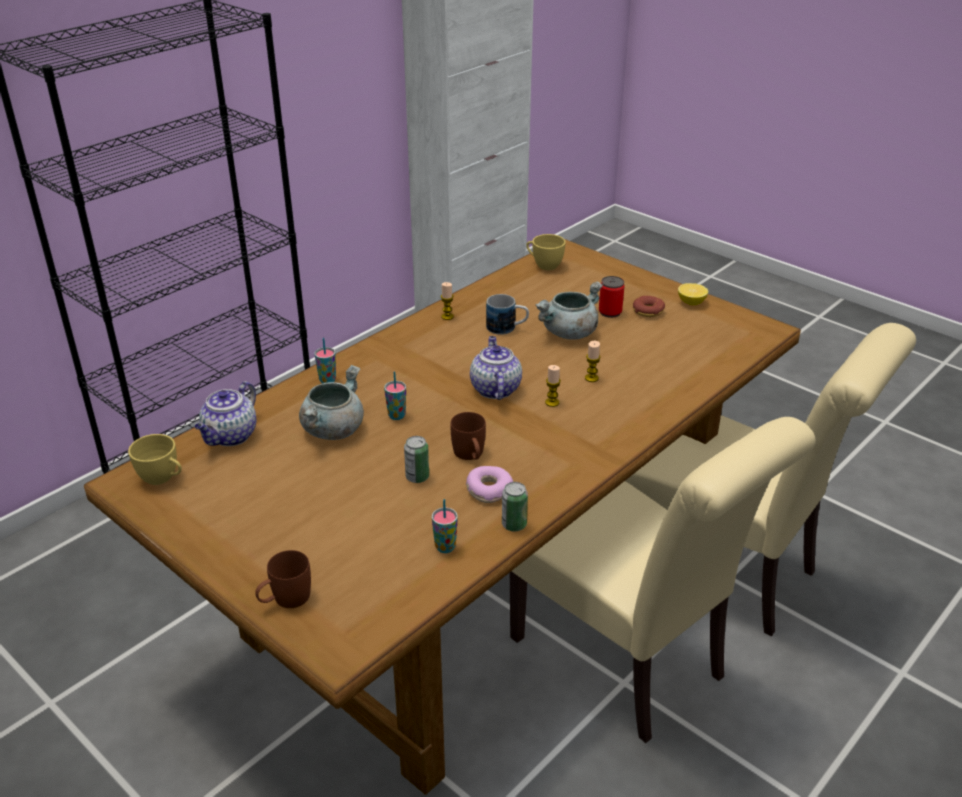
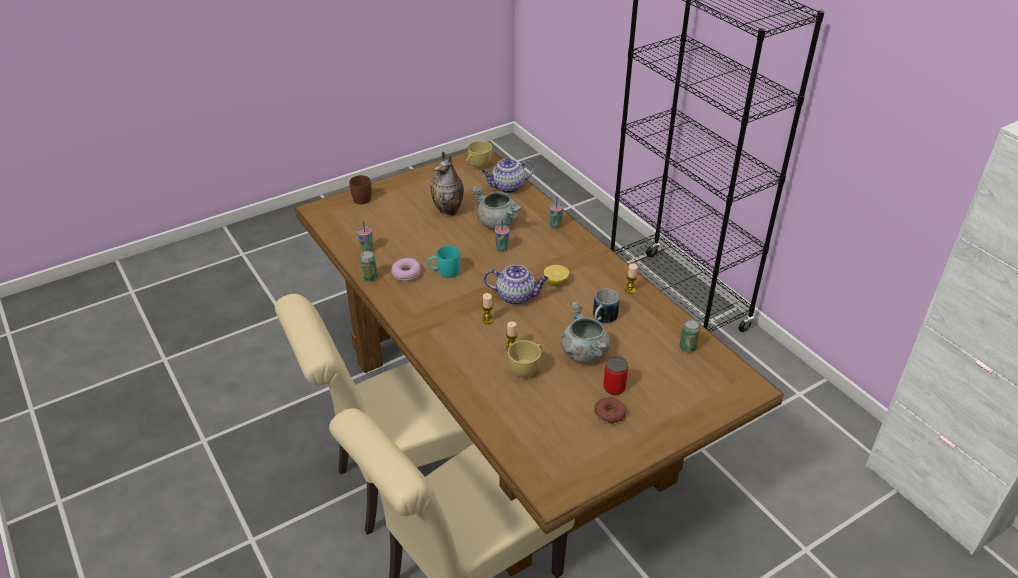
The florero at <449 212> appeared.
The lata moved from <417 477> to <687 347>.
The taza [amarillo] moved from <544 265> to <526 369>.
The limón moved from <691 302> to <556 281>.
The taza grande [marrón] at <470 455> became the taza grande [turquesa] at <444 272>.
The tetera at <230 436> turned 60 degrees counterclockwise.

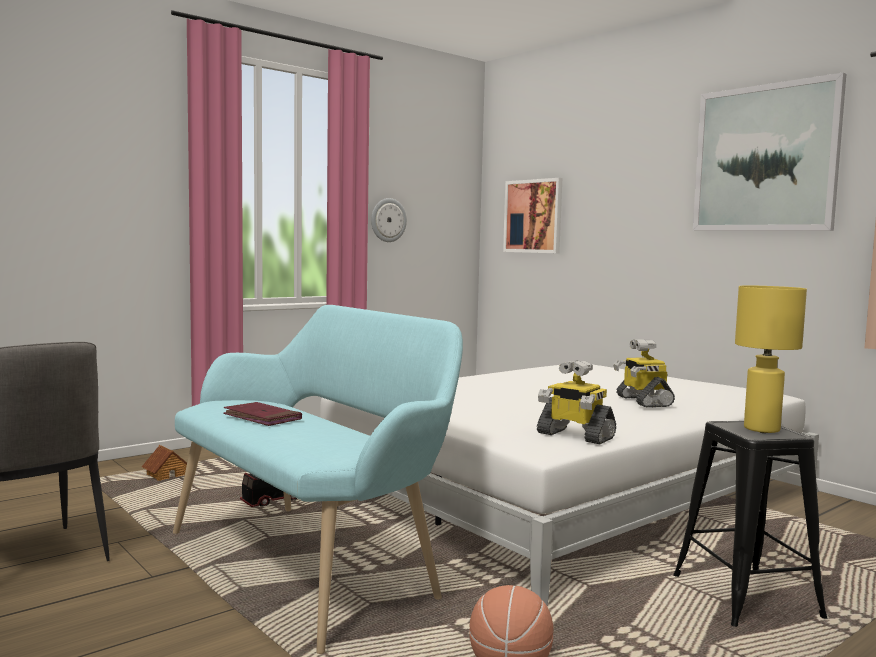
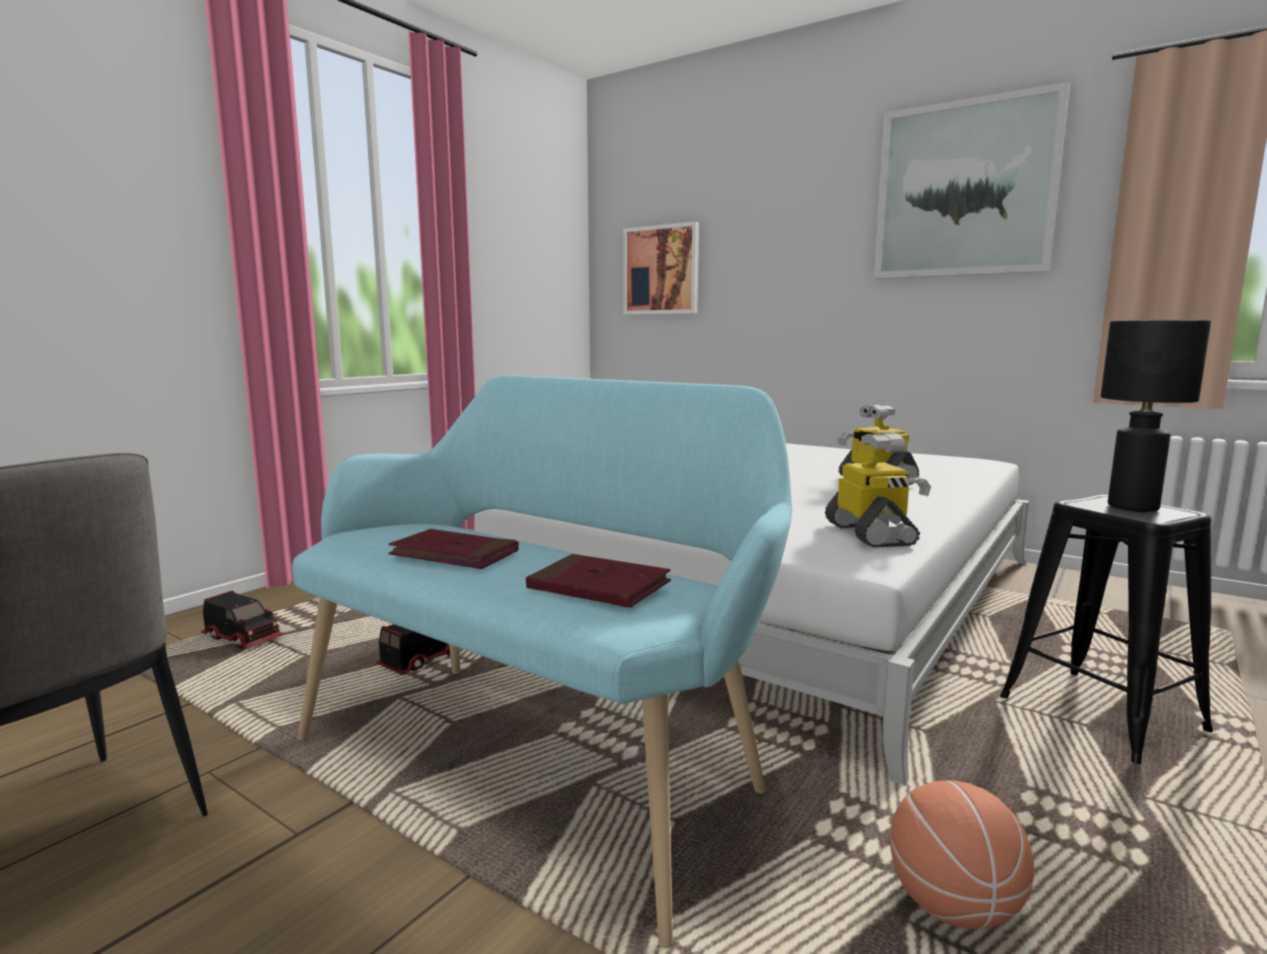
The reloj de pared at <388 220> disappeared.
The libro [rojo] at <598 587> appeared.
The casita at <166 475> was replaced by the camión de juguete at <244 638>.
The lámpara de mesa [amarillo] at <762 429> became the lámpara de mesa [negro] at <1133 507>.
The robot de juguete at <574 436> turned 120 degrees counterclockwise.

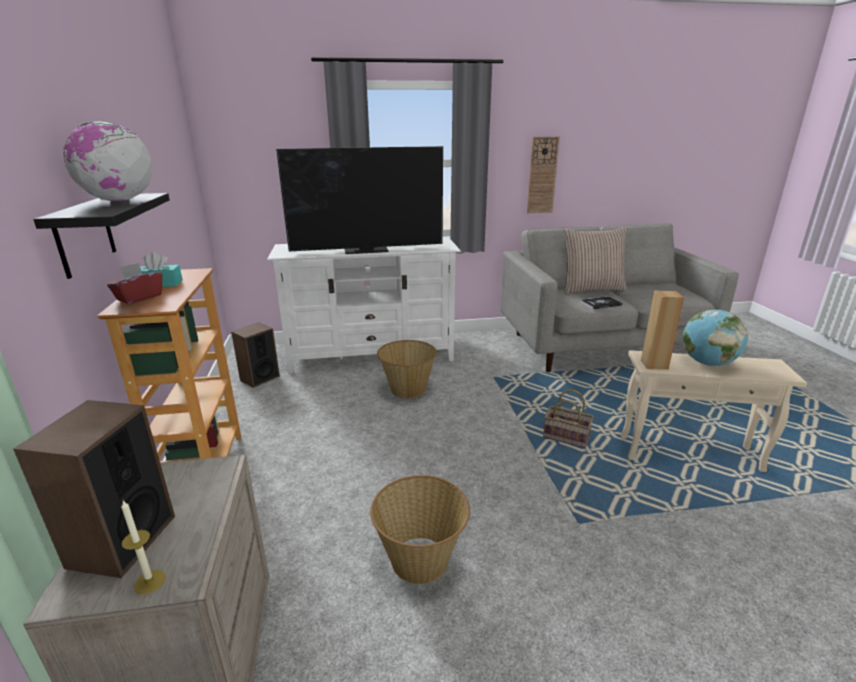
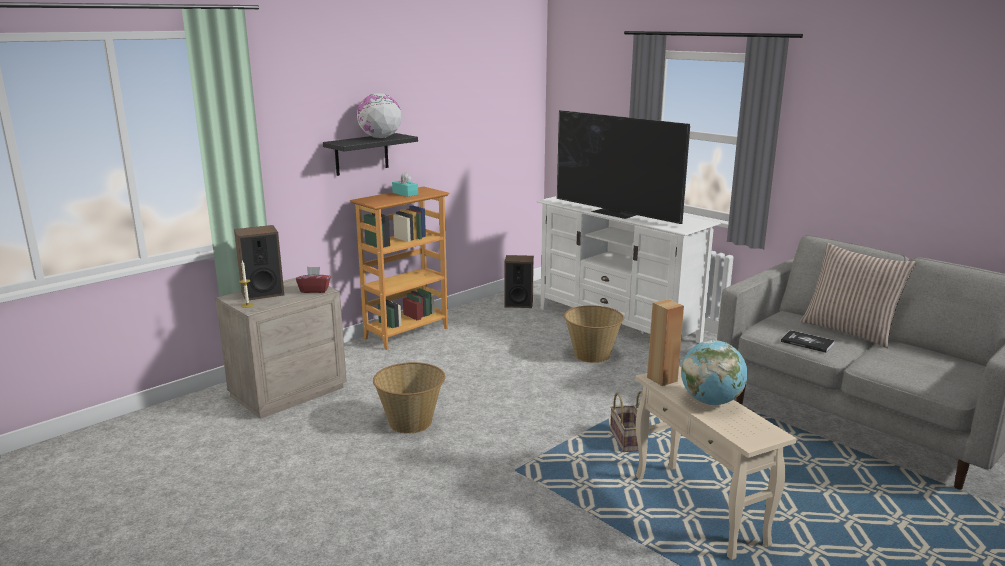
The reloj de pared at <542 175> disappeared.
The caja de pañuelos [rojo] moved from <139 297> to <314 290>.

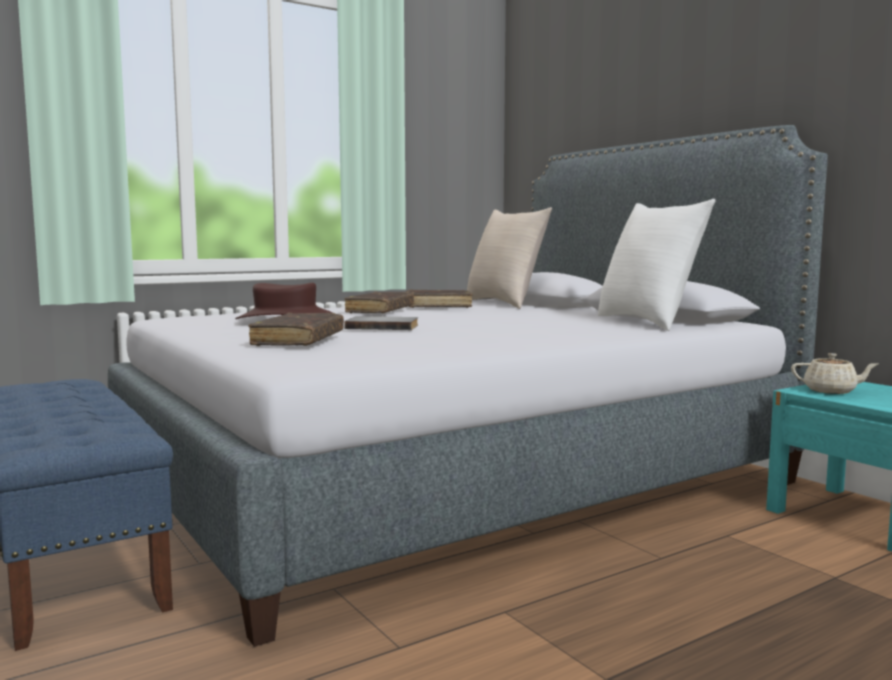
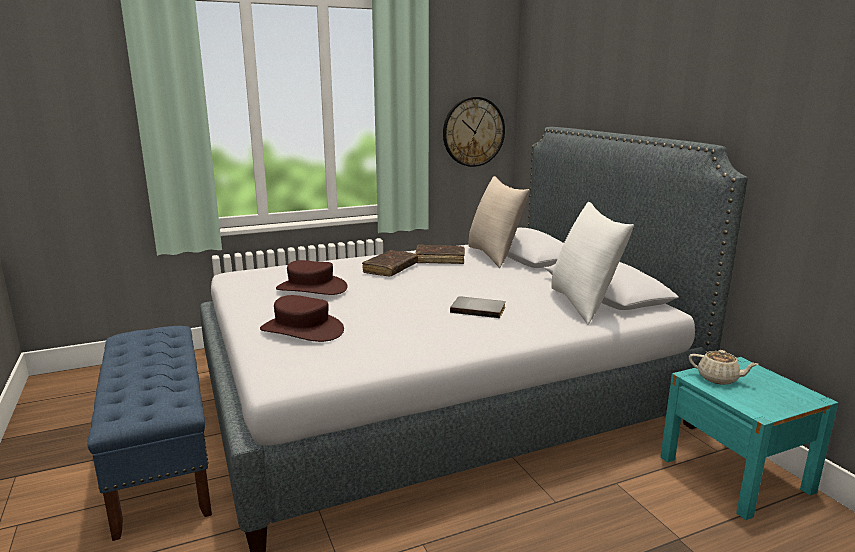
The reloj de pared at <473 132> appeared.
The libro [gris] moved from <383 326> to <478 309>.
The libro [marrón] at <298 340> was replaced by the sombrero [marrón] at <302 330>.

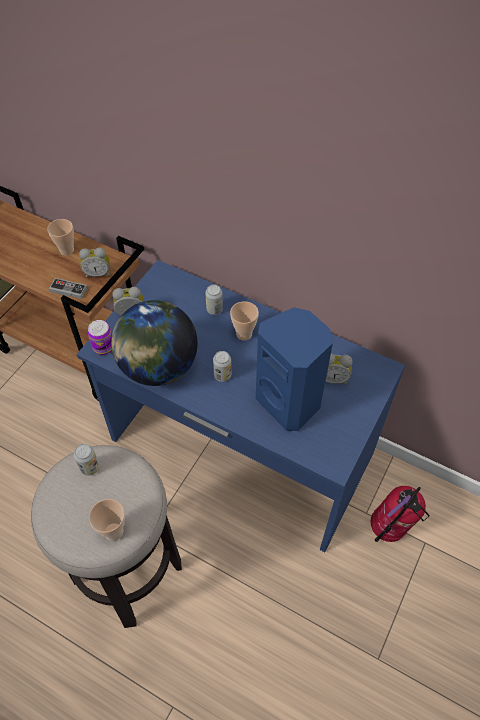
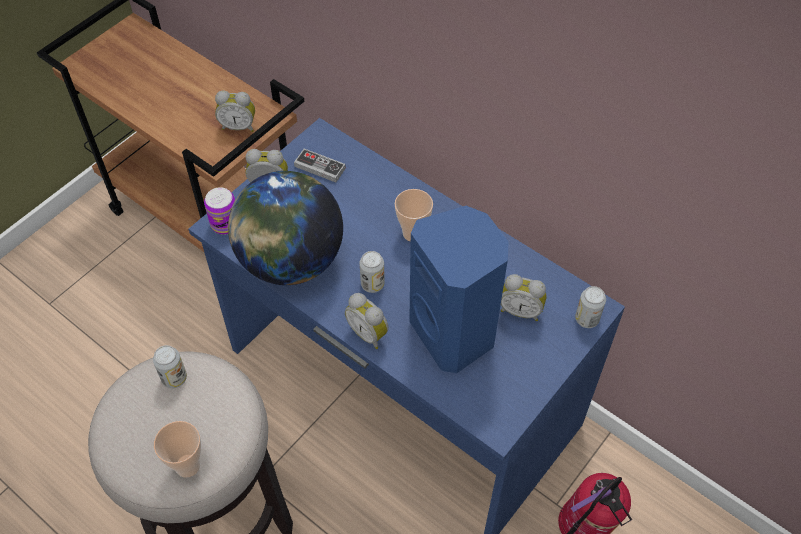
The taza at <67 250> disappeared.
The despertador at <369 333> appeared.
The mando de consola moved from <68 290> to <320 167>.
The lata moved from <214 309> to <587 319>.

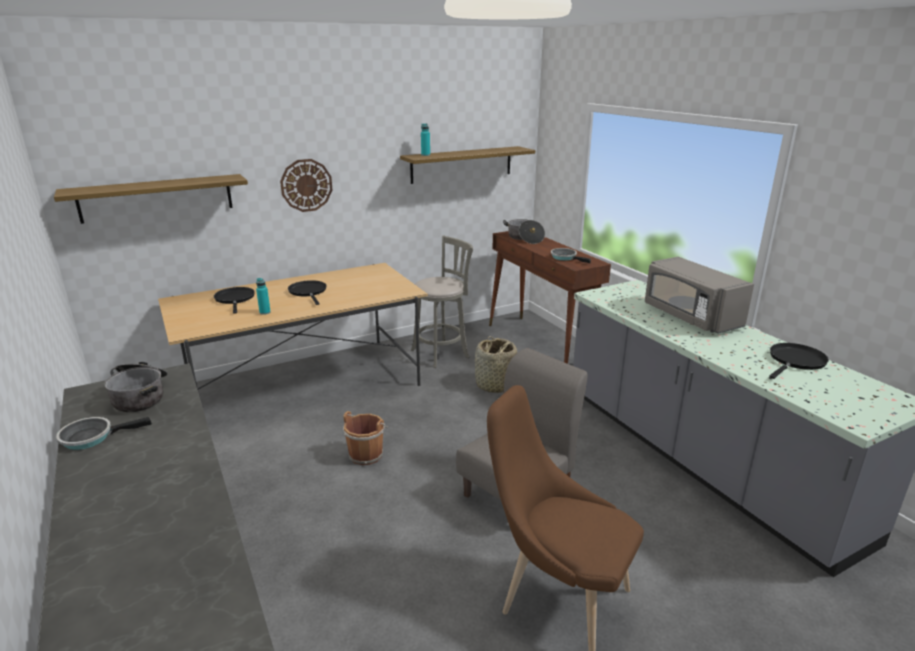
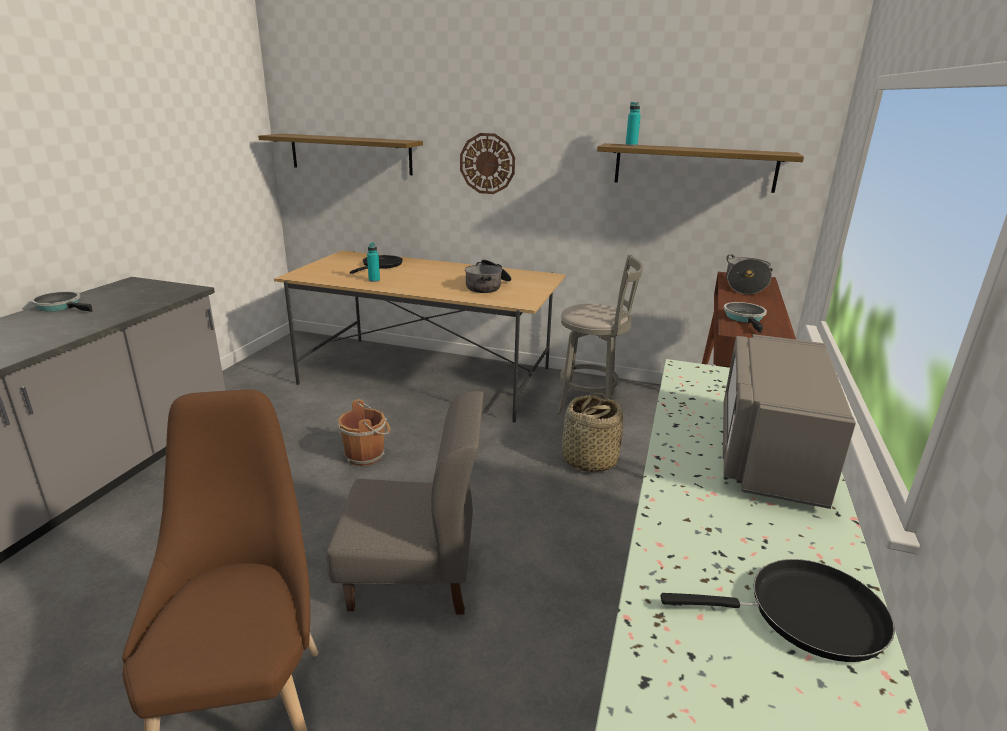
The sartén [negro] at <308 292> disappeared.
The olla moved from <141 396> to <488 286>.

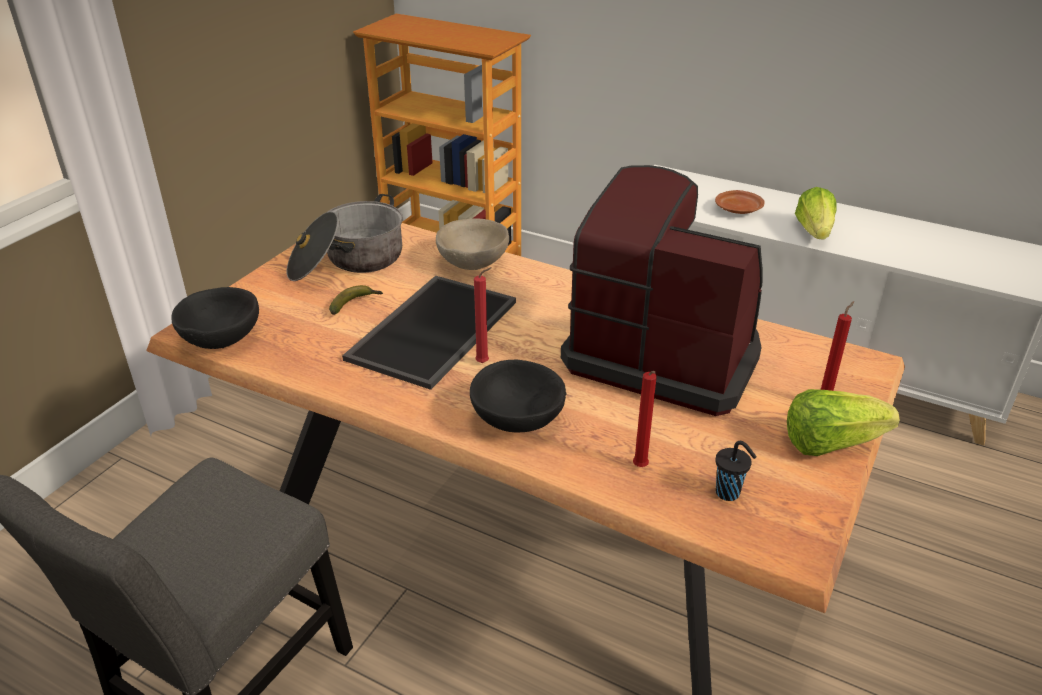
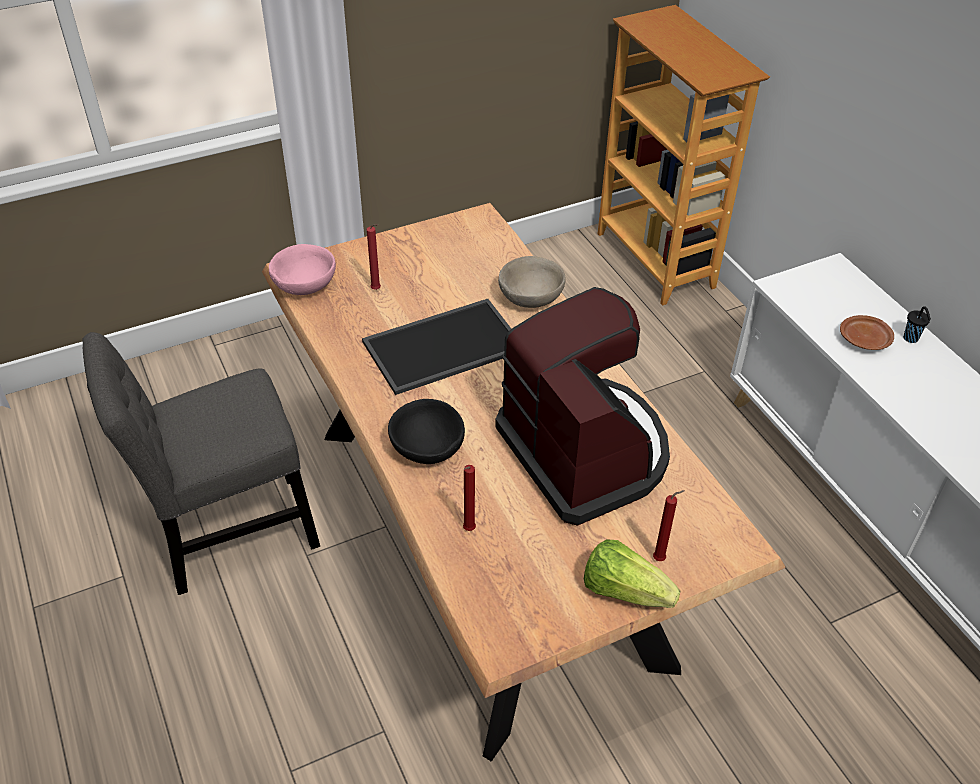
The olla at <348 262> disappeared.
The plátano at <355 304> disappeared.
The lechuga at <814 231> disappeared.
The vela [rojo] moved from <484 363> to <377 290>.
The taza [negro] moved from <729 493> to <911 339>.
The cuenco [negro] at <221 338> became the cuenco [rosa] at <305 285>.

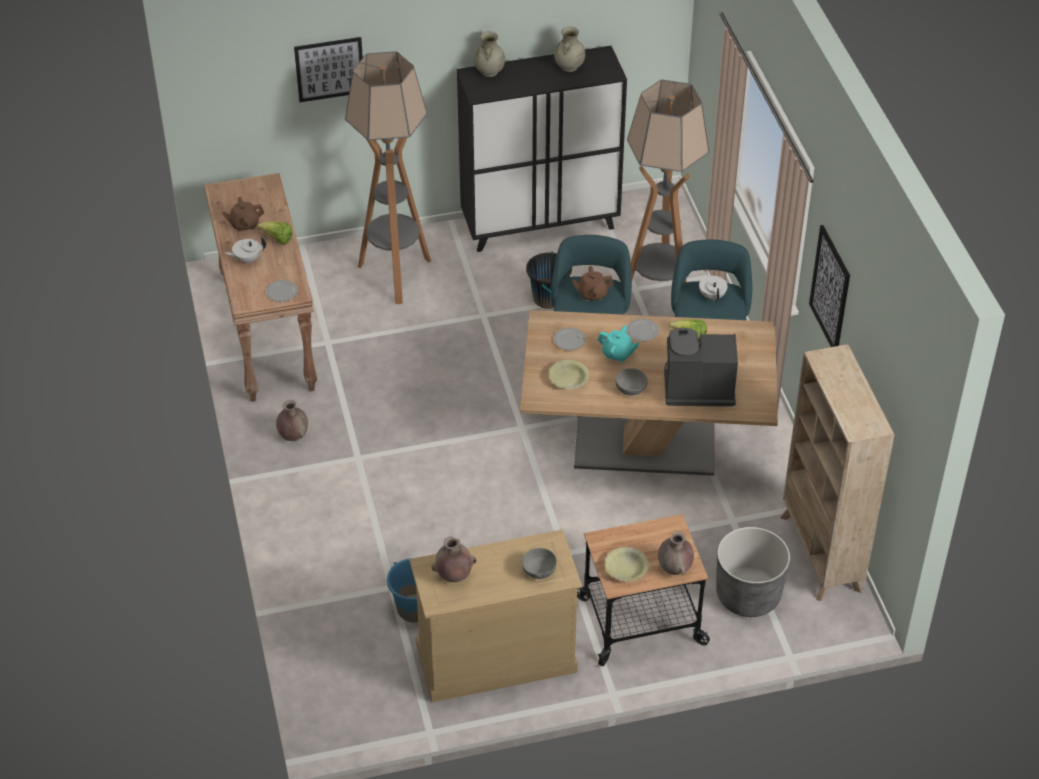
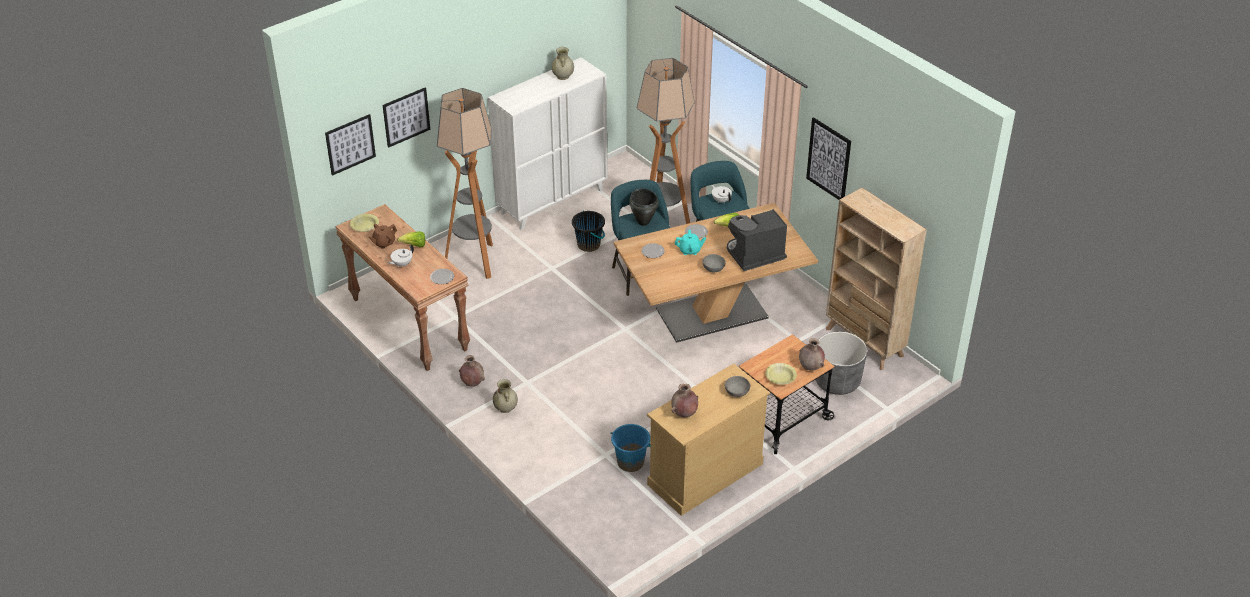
The cuadro at <350 144> appeared.
The florero [beis] moved from <489 72> to <505 408>.
The cuenco [amarillo] moved from <568 379> to <365 227>.
The tetera [marrón] at <592 294> was replaced by the olla [negro] at <643 222>.
The armario [negro] at <540 225> became the armario [blanco] at <552 201>.

